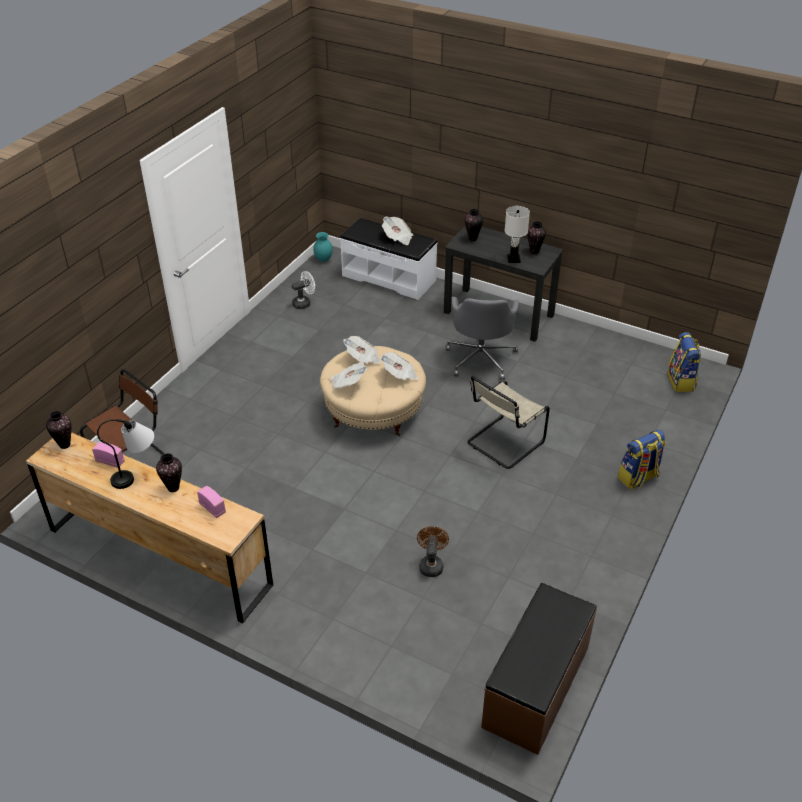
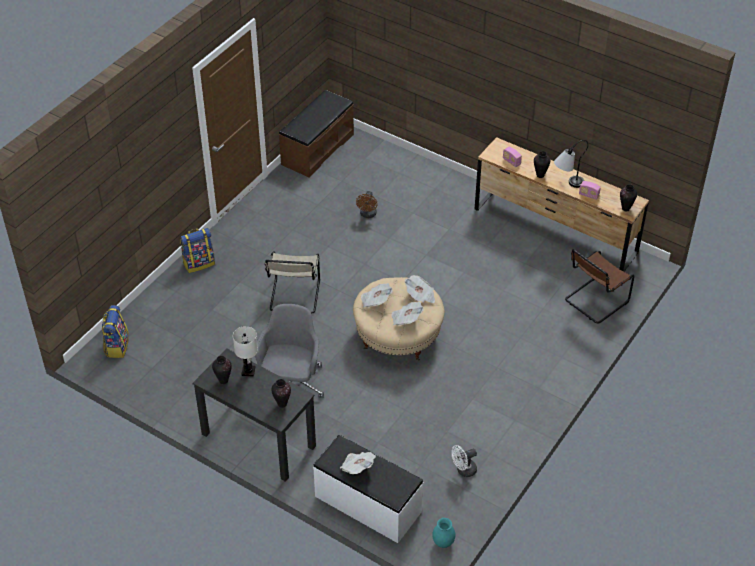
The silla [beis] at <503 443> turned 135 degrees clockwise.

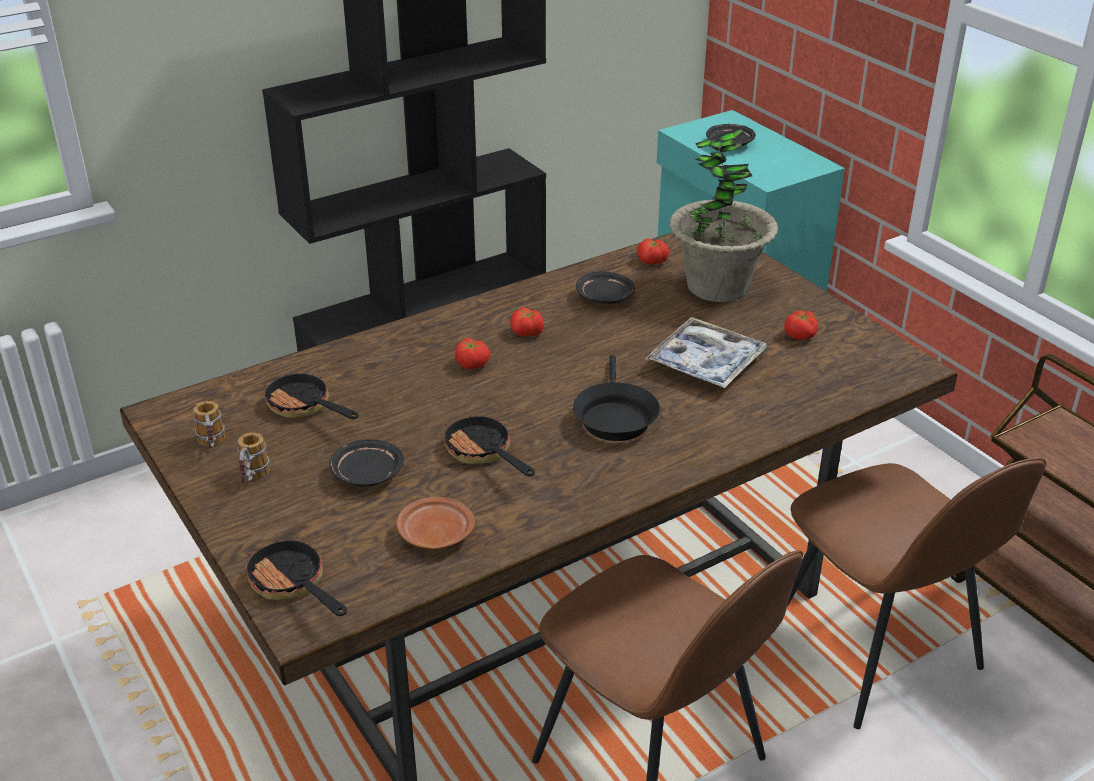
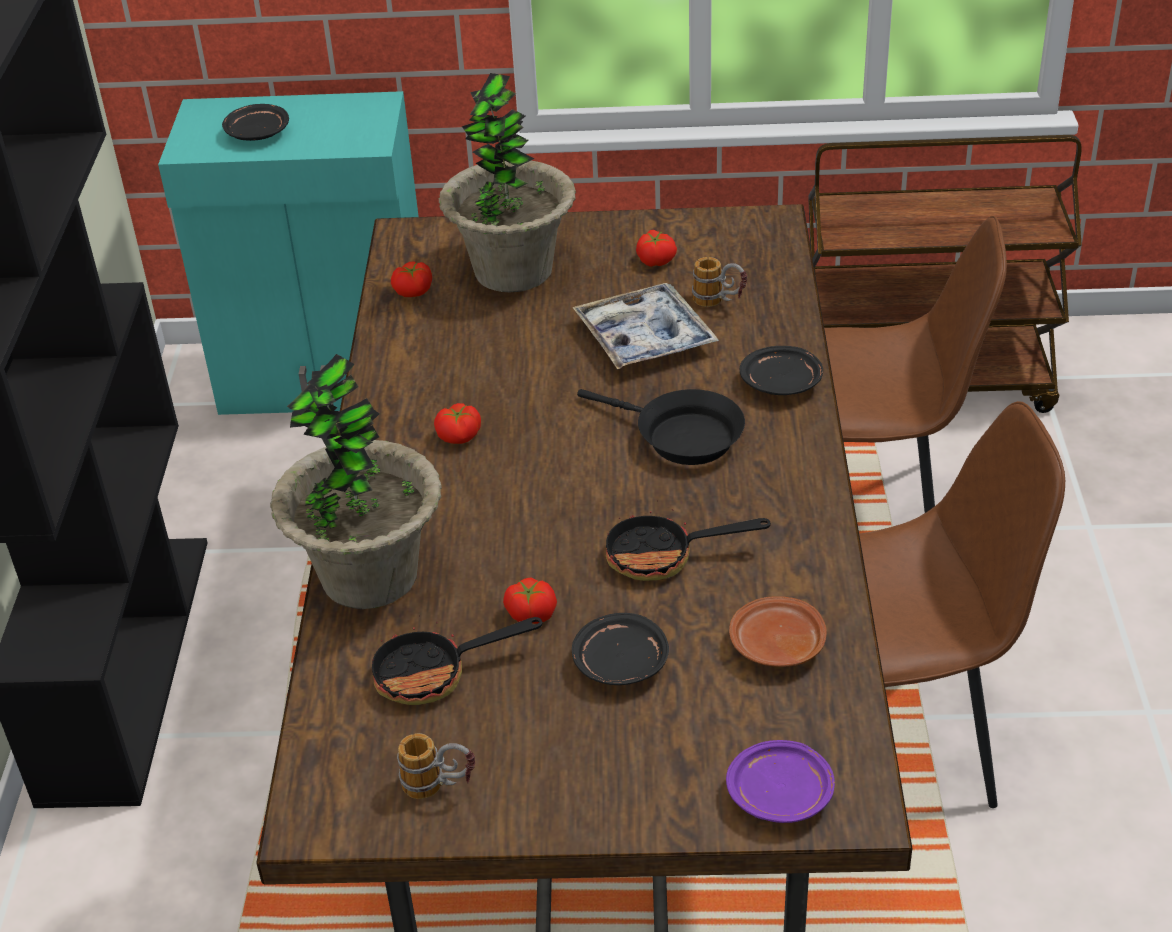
The planta en maceta at <369 576> appeared.
The taza grande moved from <252 479> to <720 303>.
The tomate moved from <472 363> to <531 613>.
The plato [negro] moved from <605 297> to <782 383>.
The sartén at <292 585> was replaced by the plato [morado] at <781 794>.

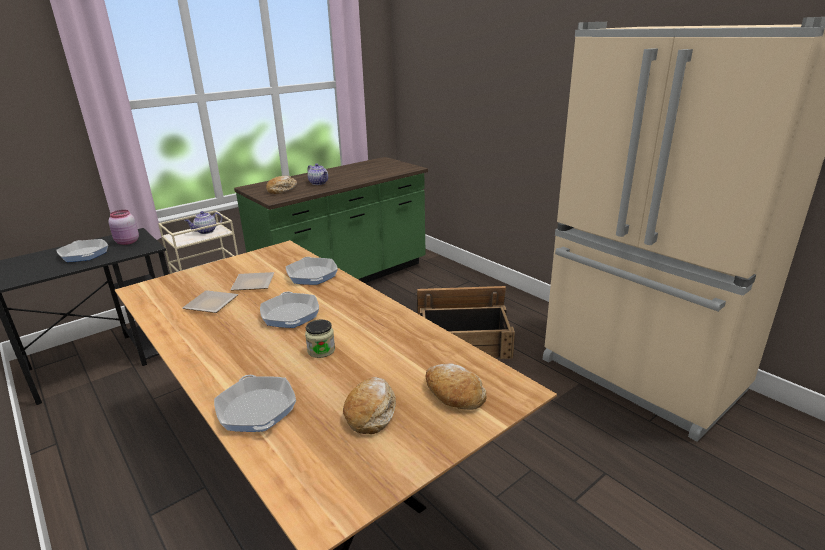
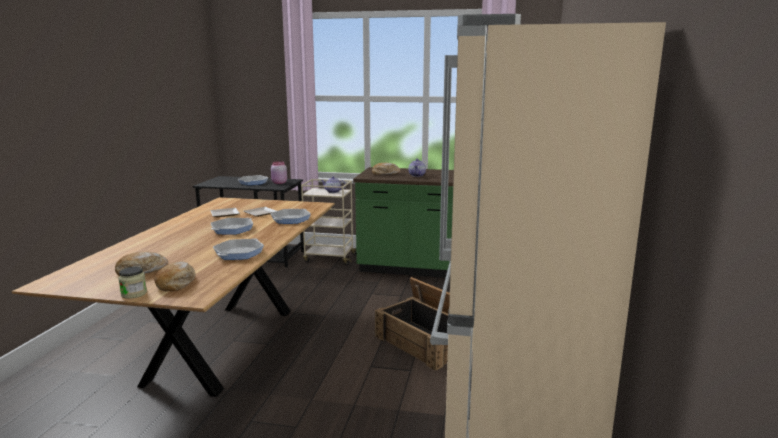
The sartén moved from <256 409> to <239 253>.
The tarro moved from <321 350> to <134 294>.

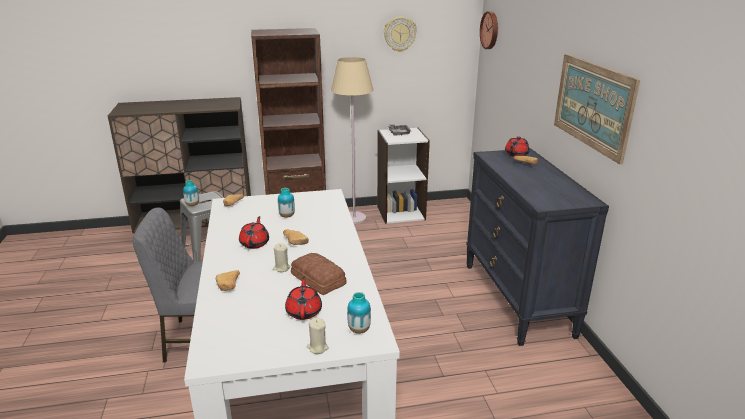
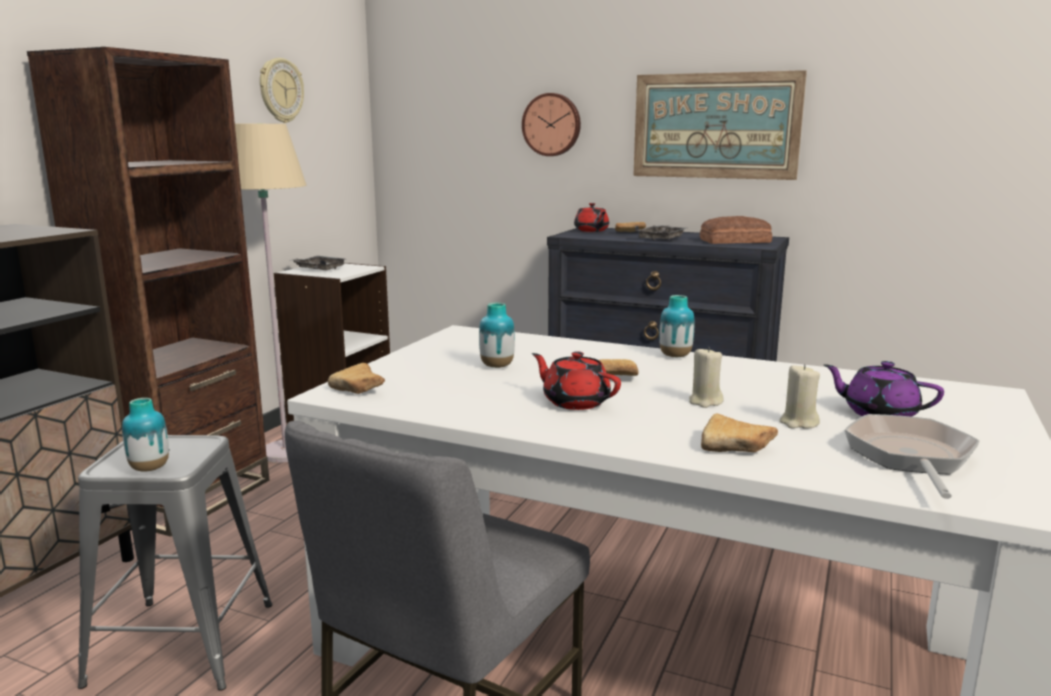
The bandeja [gris] at <662 239> appeared.
The sartén at <910 457> appeared.
The pan moved from <317 280> to <736 241>.
The vela [beis] moved from <317 347> to <798 423>.
The florero moved from <359 330> to <675 356>.
The reloj de pared moved from <490 30> to <552 124>.
The tetera [rojo] at <304 311> became the tetera [morado] at <879 413>.

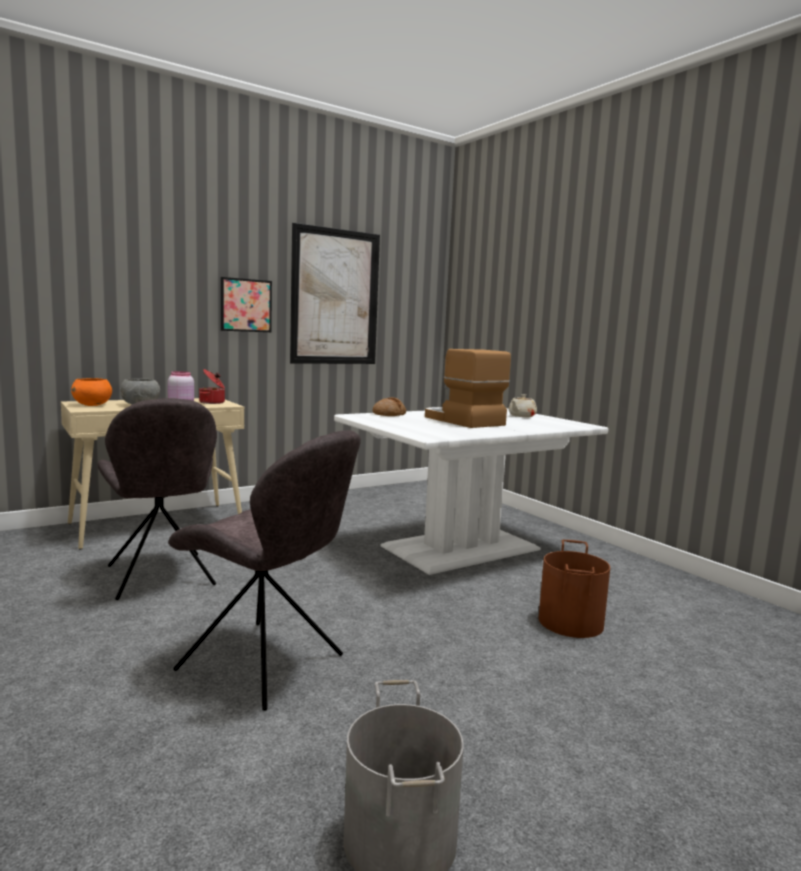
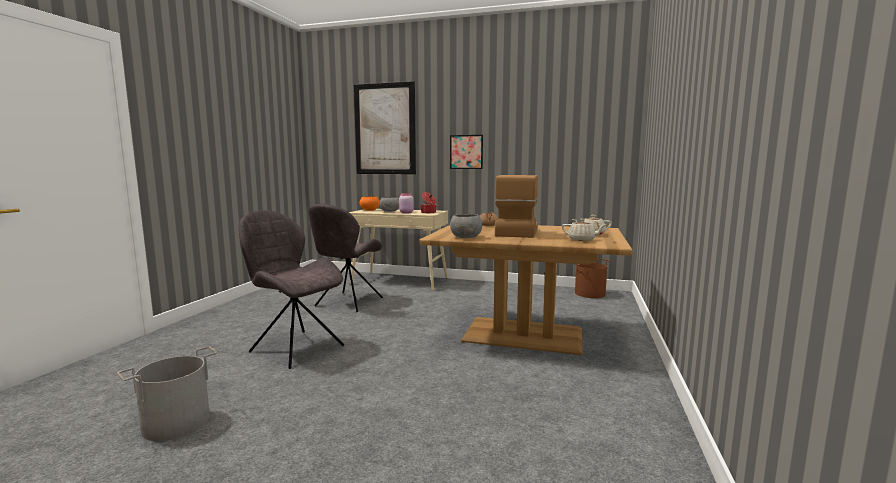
The cuenco [gris] at <466 237> appeared.
The tetera [beis] at <582 240> appeared.
The cuadro moved from <335 297> to <384 129>.
The cubo [marrón] moved from <571 622> to <590 294>.
The mesa de comedor [blanco] at <462 548> became the mesa de comedor [marrón] at <523 336>.
The silla [gris] at <265 665> turned 135 degrees clockwise.

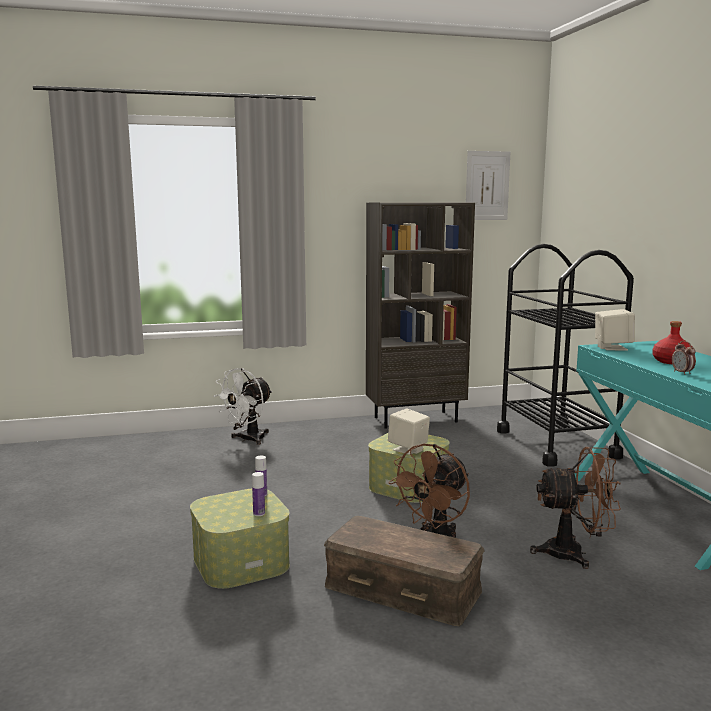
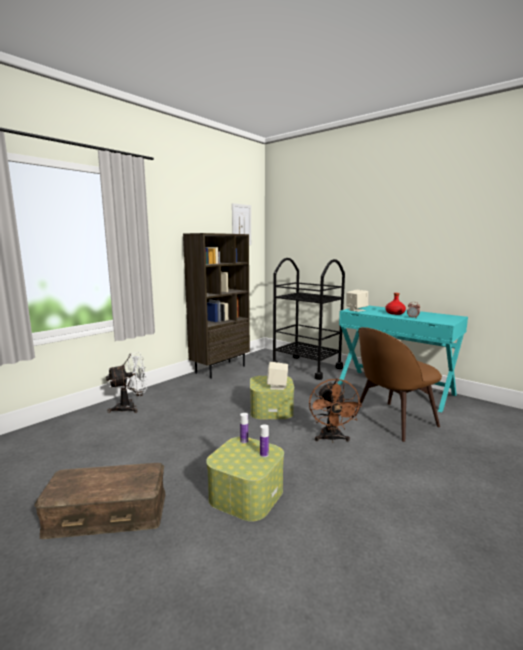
The caja de almacenaje [marrón] moved from <403 587> to <107 513>.
The ventilador [marrón] at <574 553> was replaced by the silla [marrón] at <392 421>.
The ventilador [blanco] at <247 439> turned 120 degrees counterclockwise.

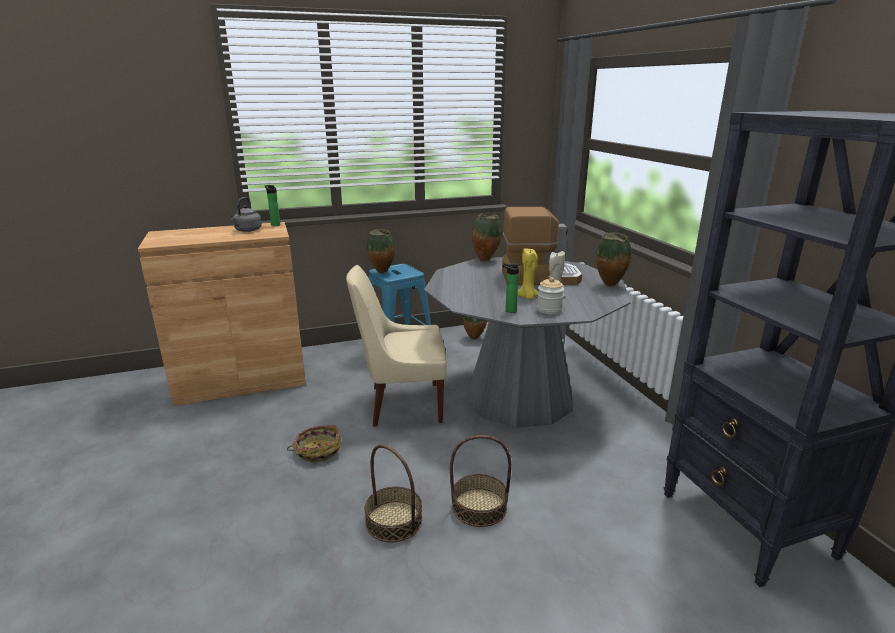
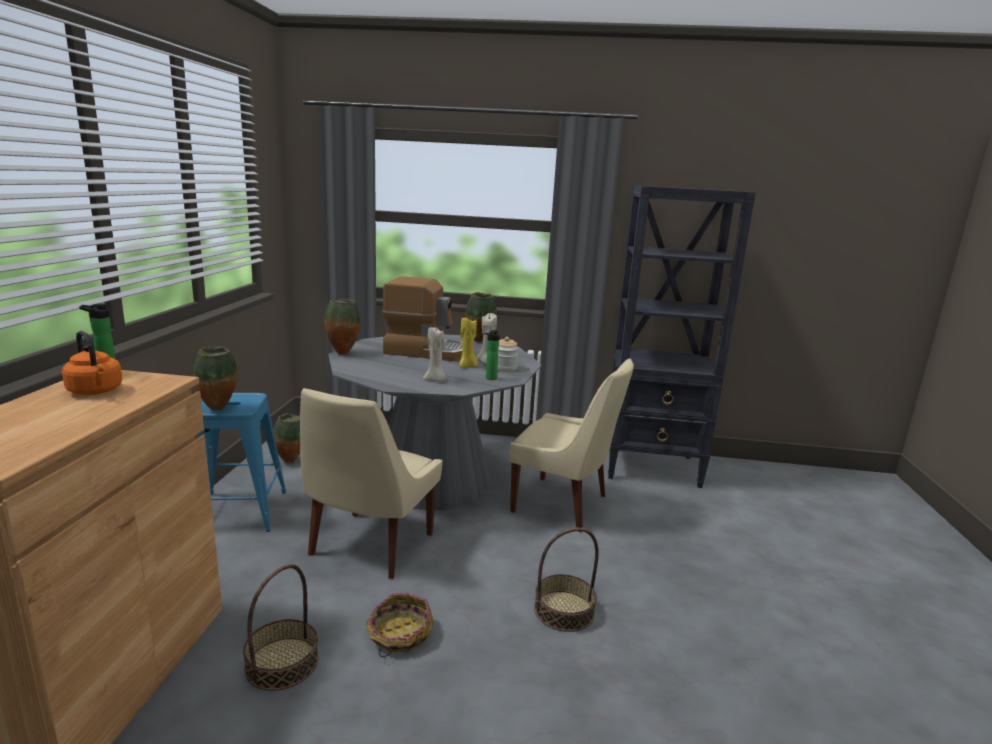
The vela [beis] at <435 380> appeared.
The silla [beis] at <563 504> appeared.
The cesta moved from <479 507> to <282 663>.
The hervidor [gris] at <247 230> became the hervidor [naranja] at <96 392>.
The cafetera at <539 277> turned 75 degrees clockwise.

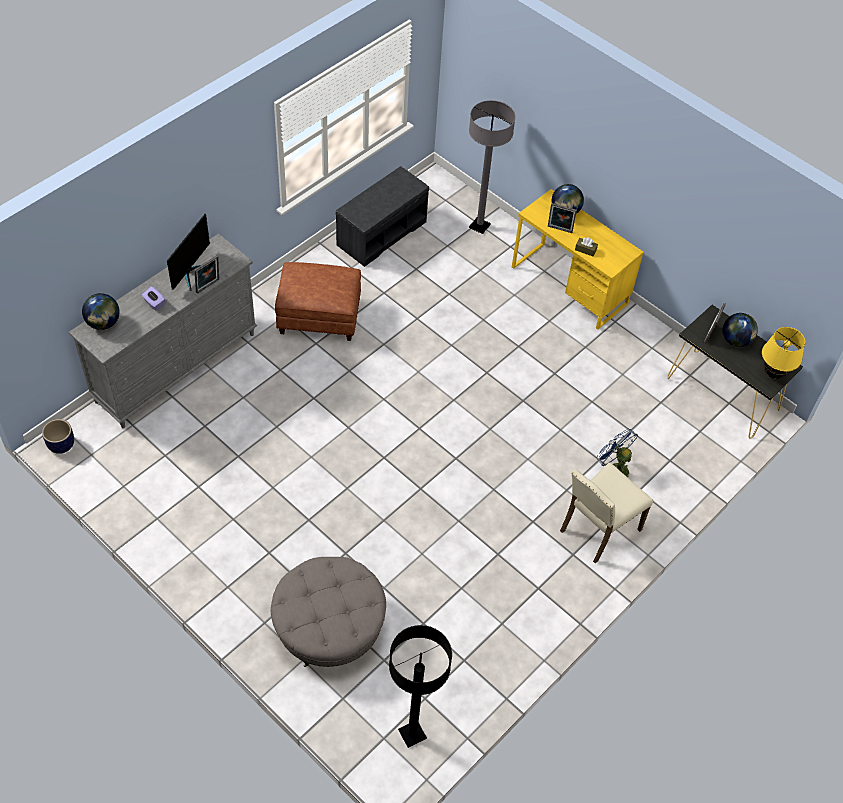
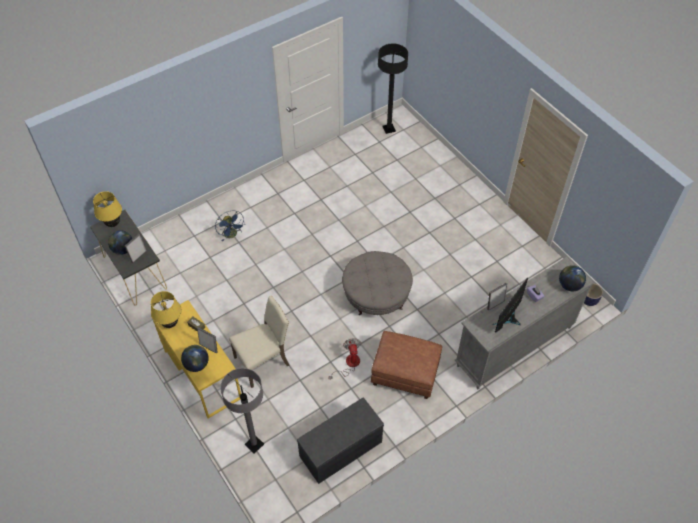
The lámpara de mesa [amarillo] at <170 324> appeared.
The ventilador at <349 364> appeared.
The puf [gris] moved from <329 626> to <376 295>.
The silla [beis] moved from <597 530> to <263 361>.

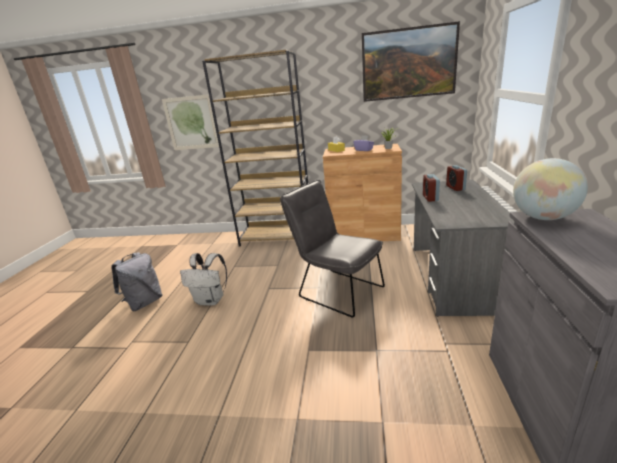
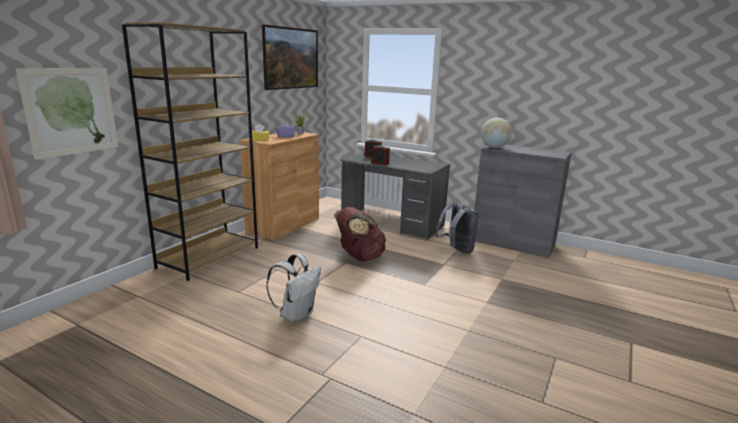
The mochila [gris] moved from <144 302> to <456 250>.
The silla [gris] at <336 290> was replaced by the mochila [marrón] at <359 257>.

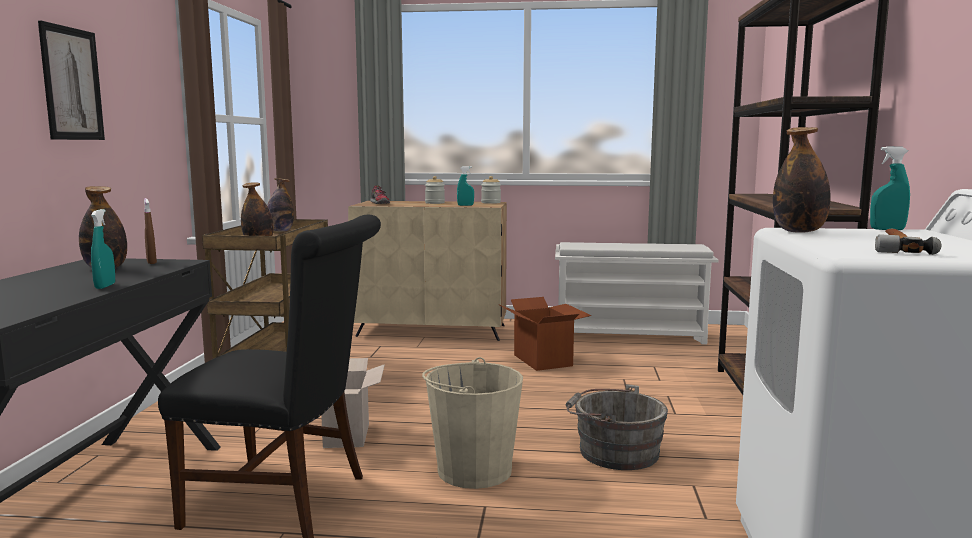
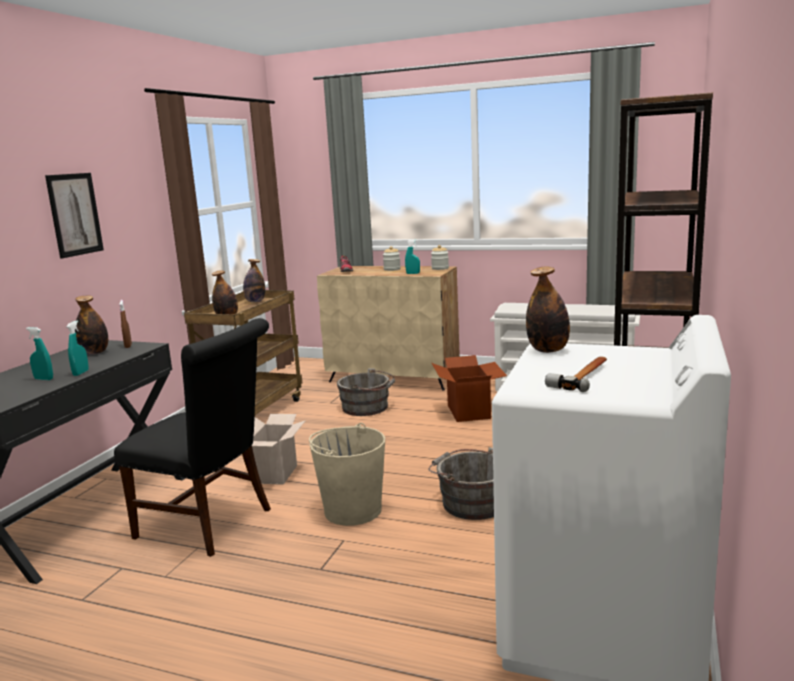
The cubo [gris] at <368 408> appeared.
The pulverizador [turquesa] moved from <887 229> to <44 379>.

